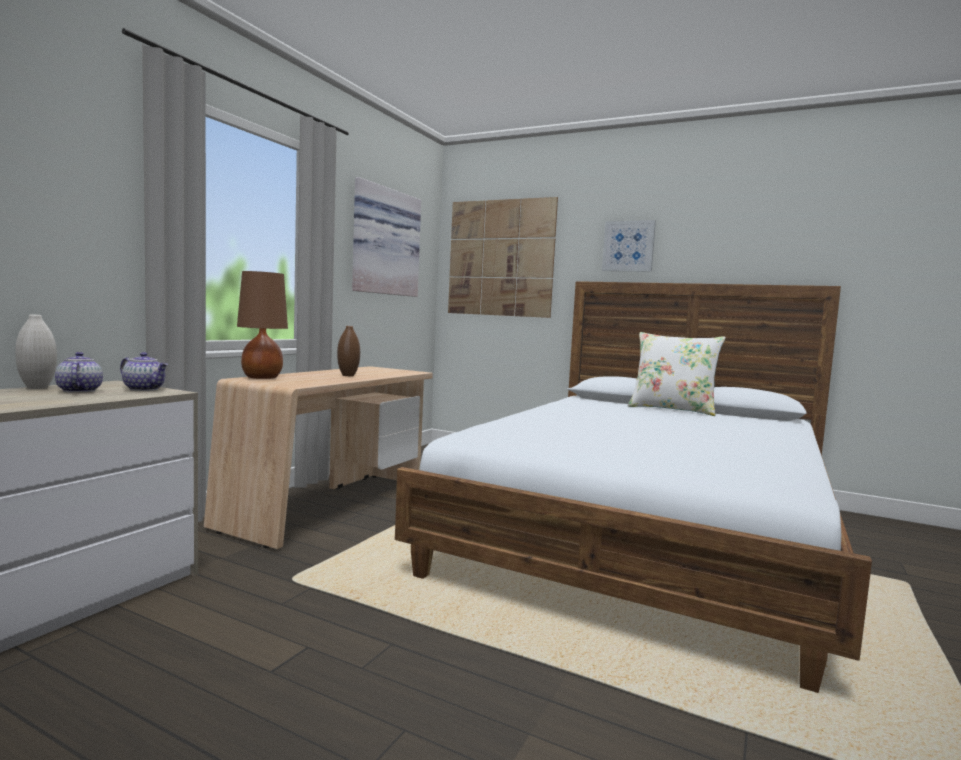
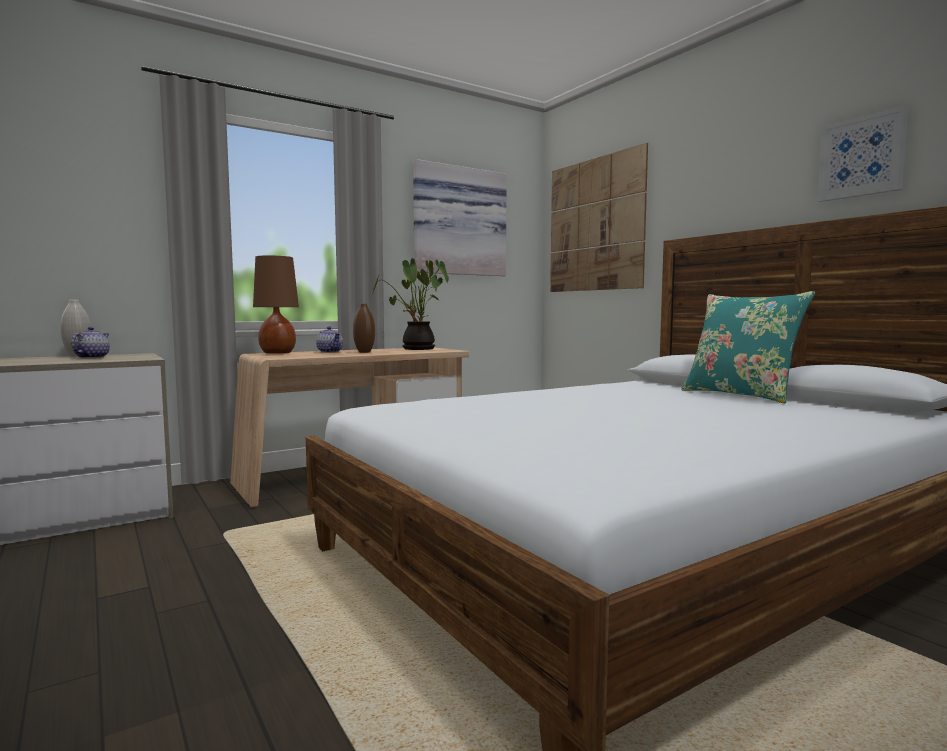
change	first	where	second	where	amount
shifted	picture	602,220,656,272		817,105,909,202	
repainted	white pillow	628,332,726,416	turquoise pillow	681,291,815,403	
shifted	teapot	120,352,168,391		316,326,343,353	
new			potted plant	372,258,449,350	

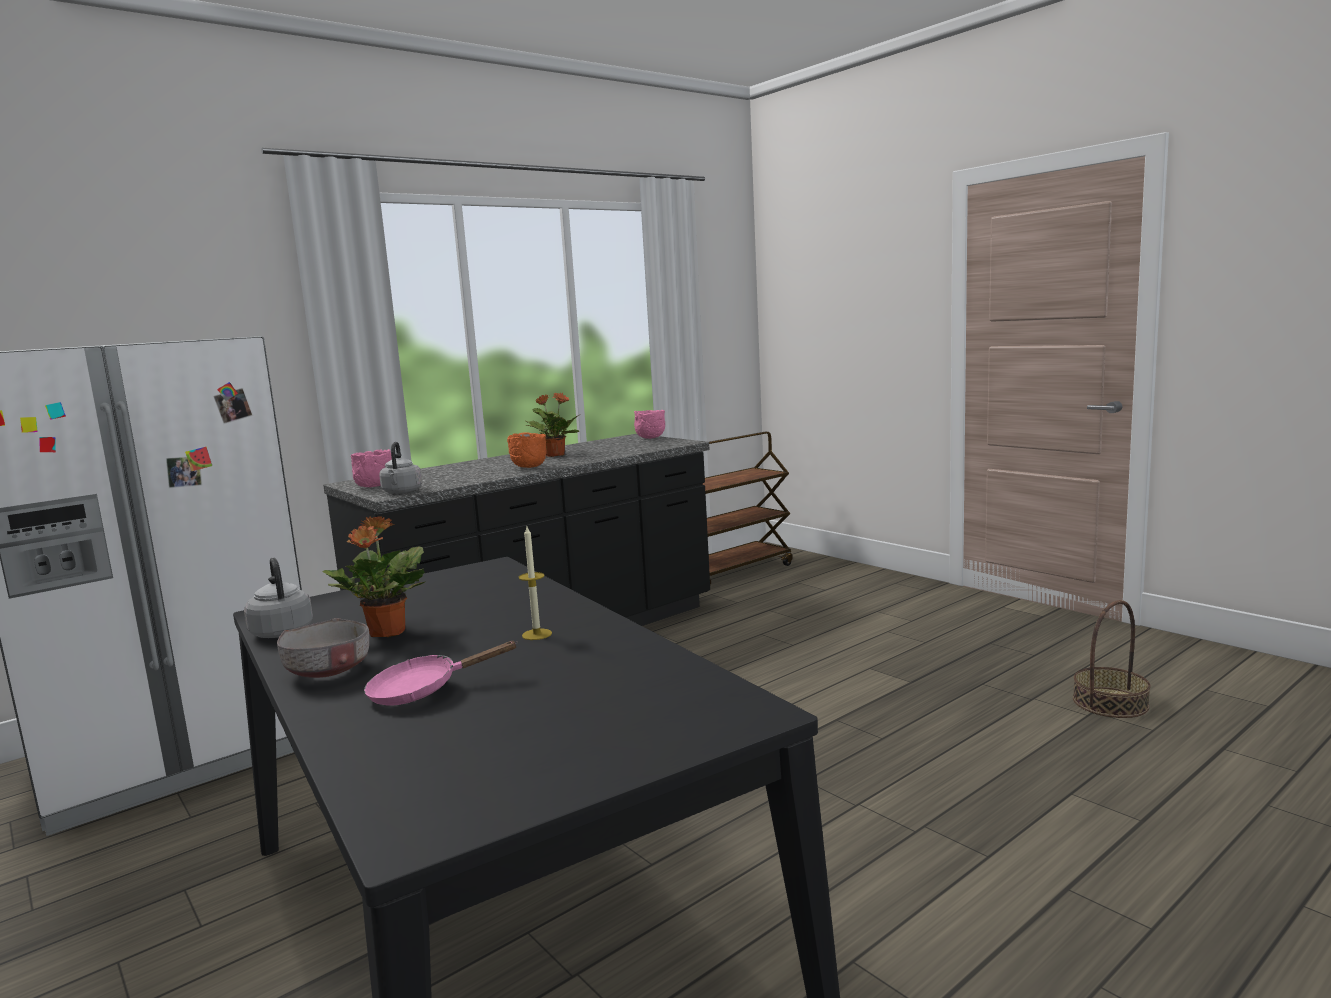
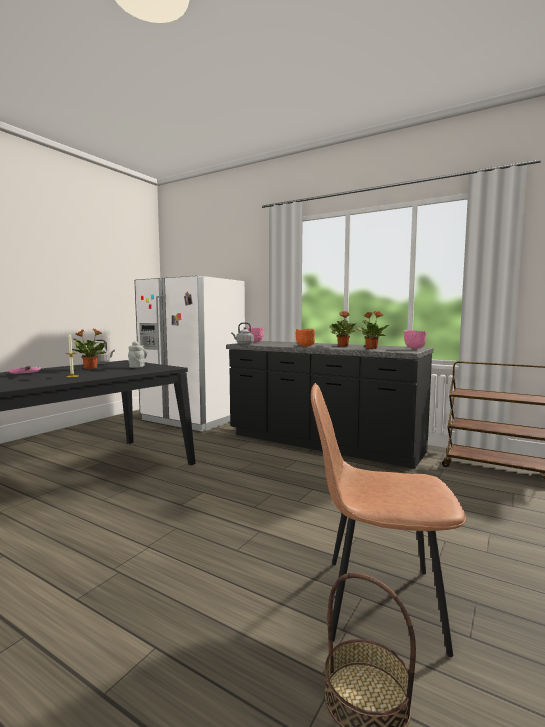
change	first	where	second	where	amount
gone	grey bowl	277,618,369,678			
new			potted plant	355,311,389,349	
new			grey teapot	128,341,147,368	
new			brown chair	311,383,466,657	

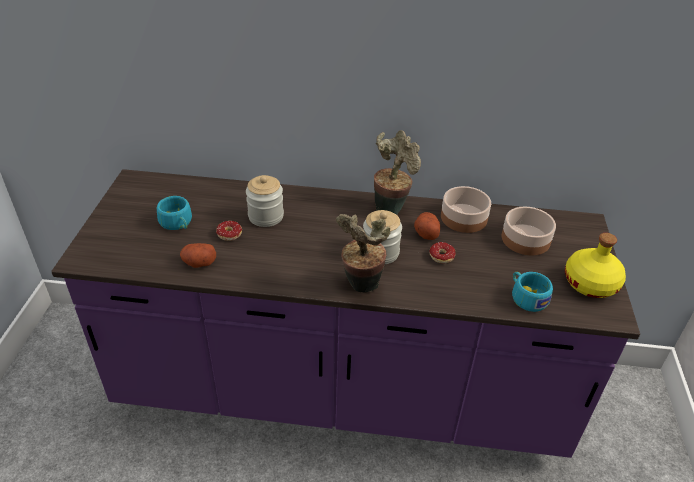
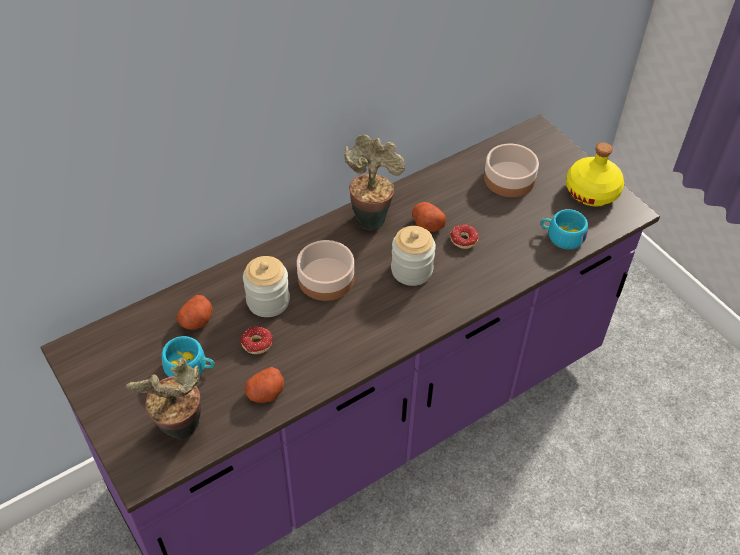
change	first	where	second	where	amount
shifted	bowl	441,186,491,233		297,240,354,301	
shifted	potted plant	336,214,391,293		126,358,201,439	
new			potato	177,295,213,330	

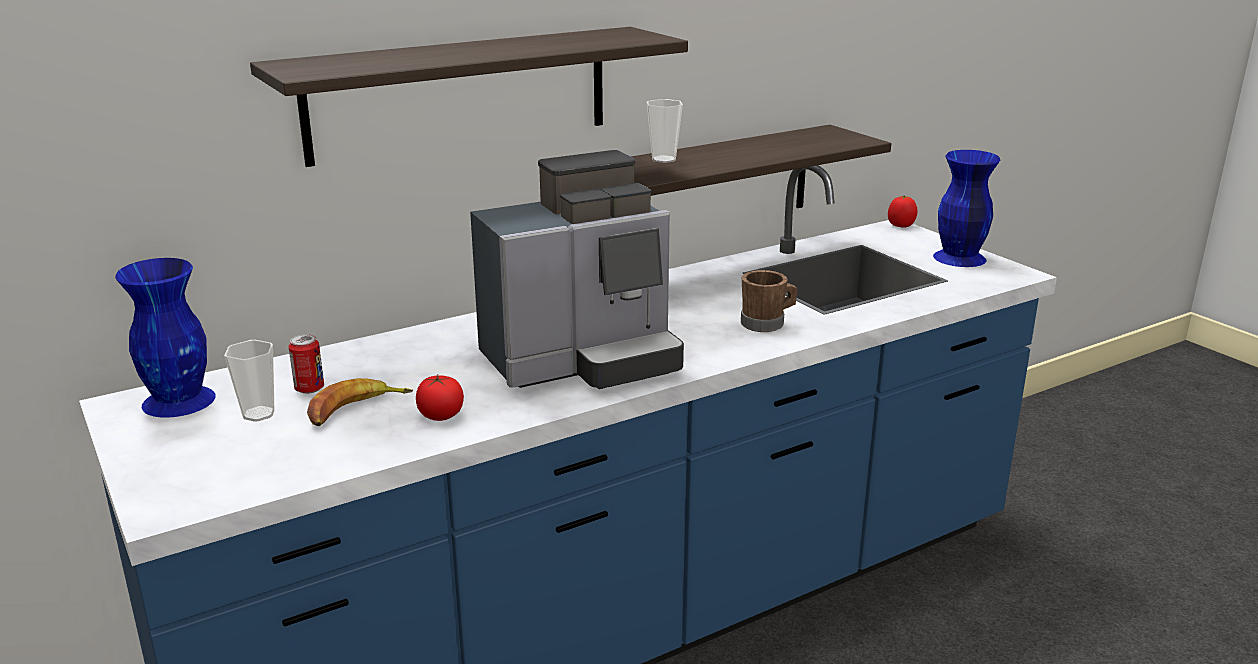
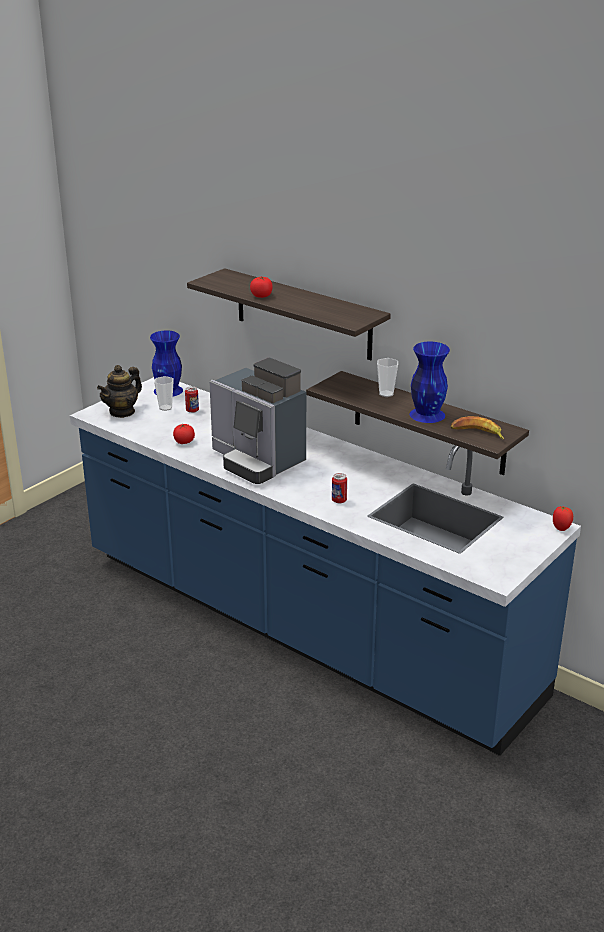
change	first	where	second	where	amount
shifted	blue vase	933,150,1000,267		410,342,450,423	
swapped	brown mug	741,270,798,332	can	332,473,347,503	
shifted	banana	307,378,413,426		451,416,504,440	
new			tomato	250,277,273,298	
new			teapot	97,365,142,418	

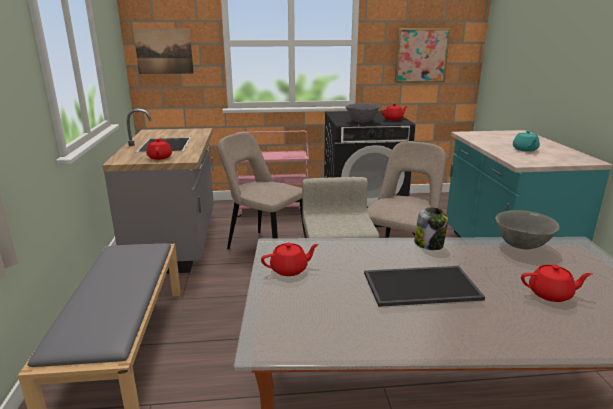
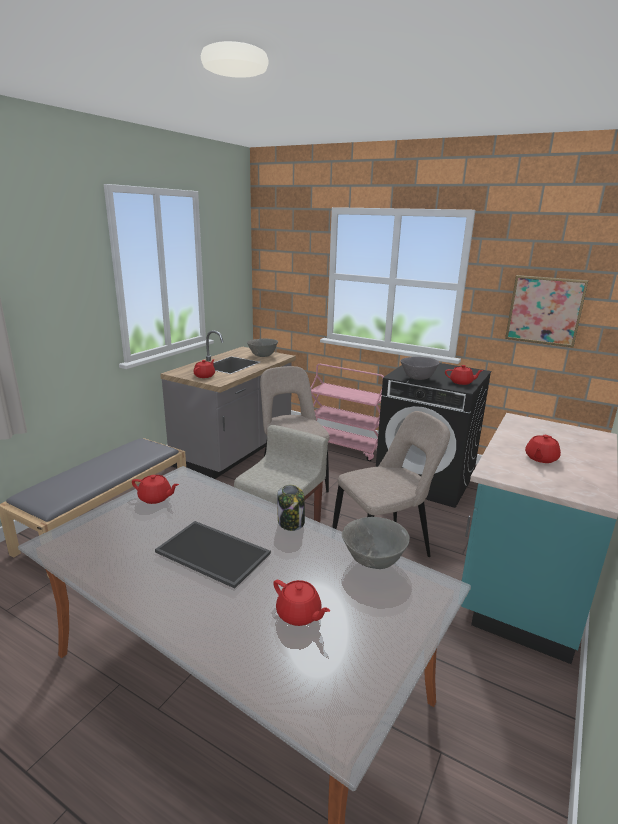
change	first	where	second	where	amount
gone	picture	133,28,194,74			
repainted	turquoise teapot	513,130,540,152	red teapot	525,435,561,463	
new			grey bowl	247,339,278,357	

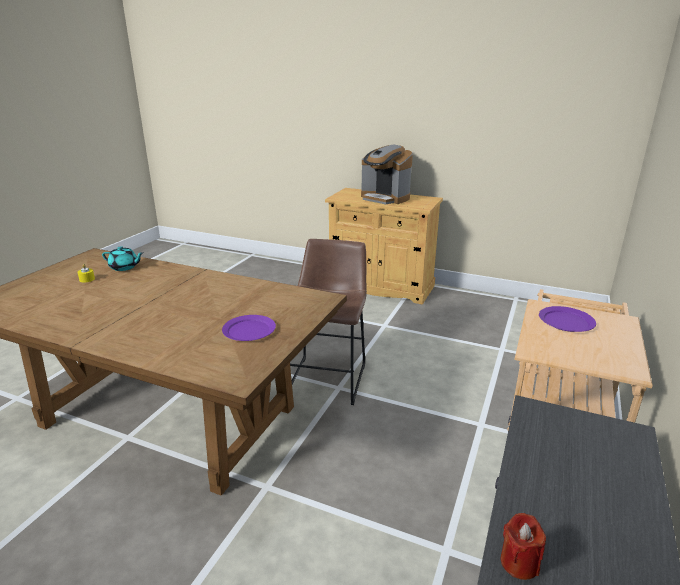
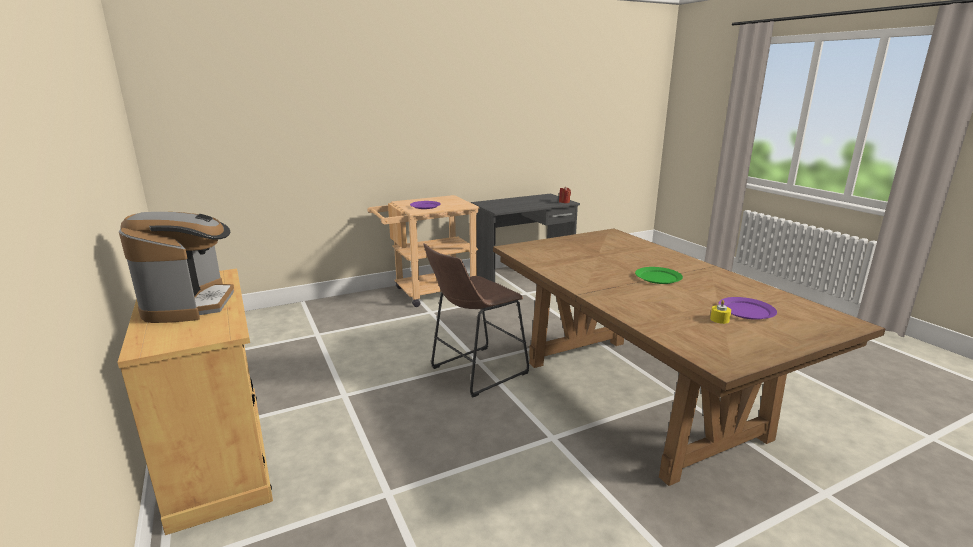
change	first	where	second	where	amount
gone	turquoise teapot	102,246,143,271			
shifted	purple plate	222,315,276,341		719,297,777,320	
new			green plate	635,267,683,284	

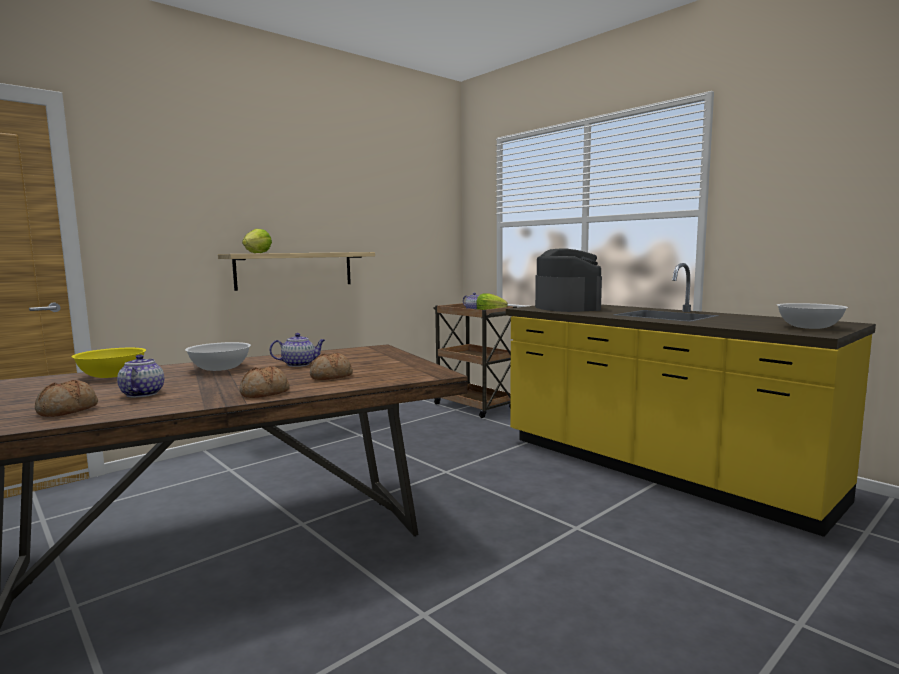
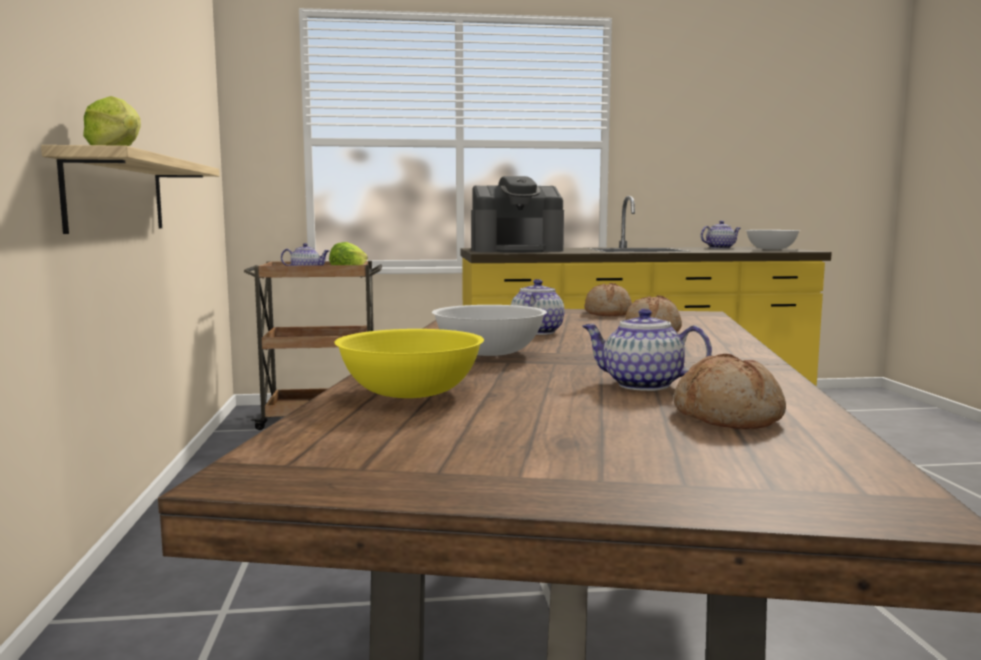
change	first	where	second	where	amount
rotated	coffee machine	535,248,602,312		471,176,564,253	150 degrees clockwise
shifted	bread	239,366,290,398		584,283,632,316	
new			teapot	700,221,741,249	

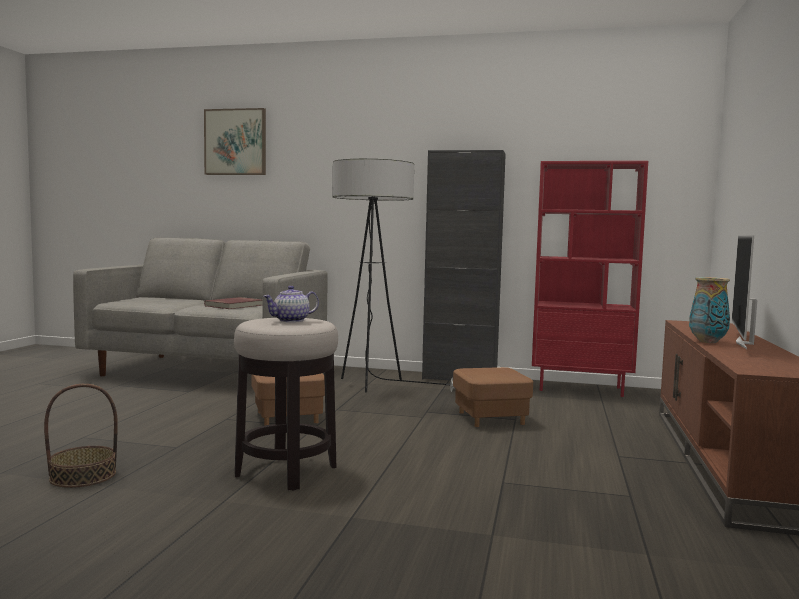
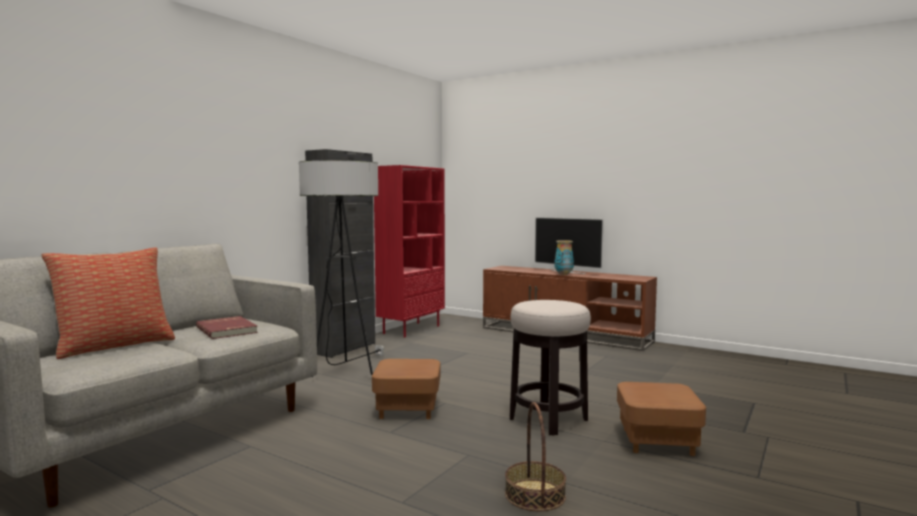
change	first	where	second	where	amount
gone	picture	204,108,266,175			
gone	teapot	263,286,319,322			
shifted	brown ottoman	453,367,533,427		617,382,706,456	
new			pillow	42,247,175,359	

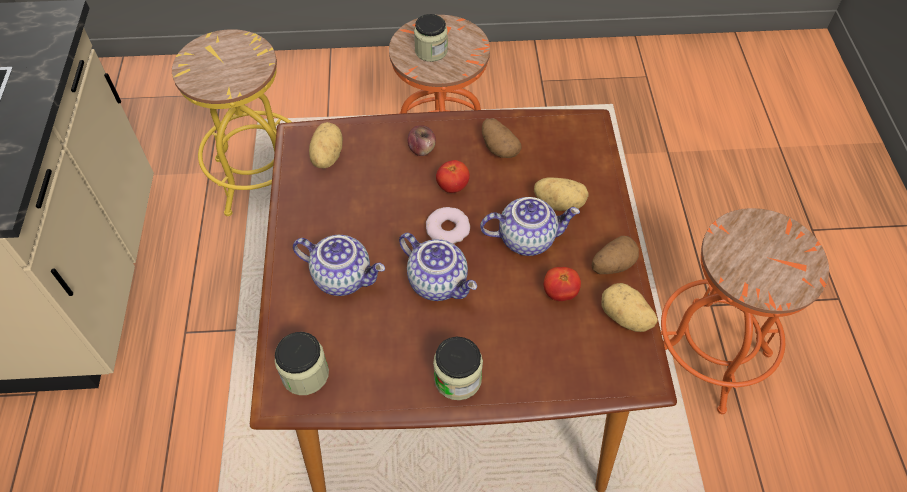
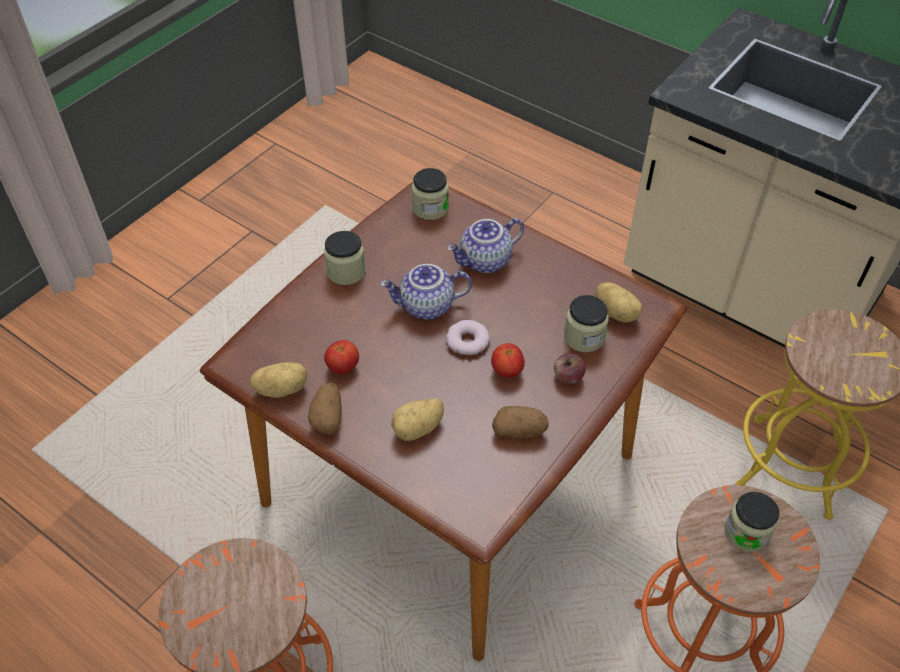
change	first	where	second	where	amount
gone	teapot	480,197,580,256			
new			jar	564,295,609,352	

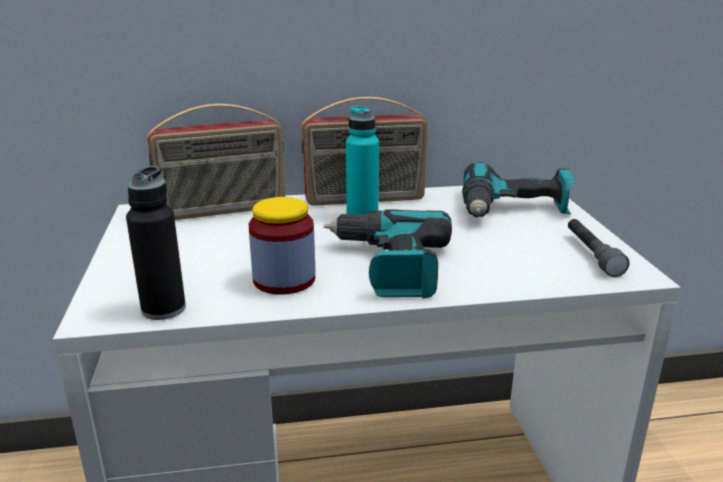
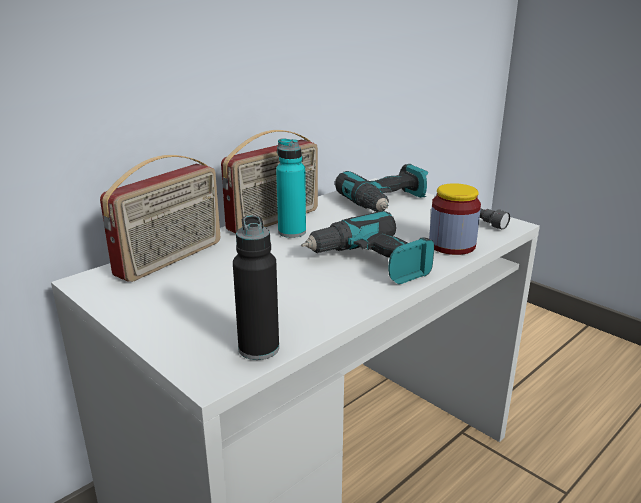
change	first	where	second	where	amount
shifted	jar	249,197,315,295		429,183,481,255	

